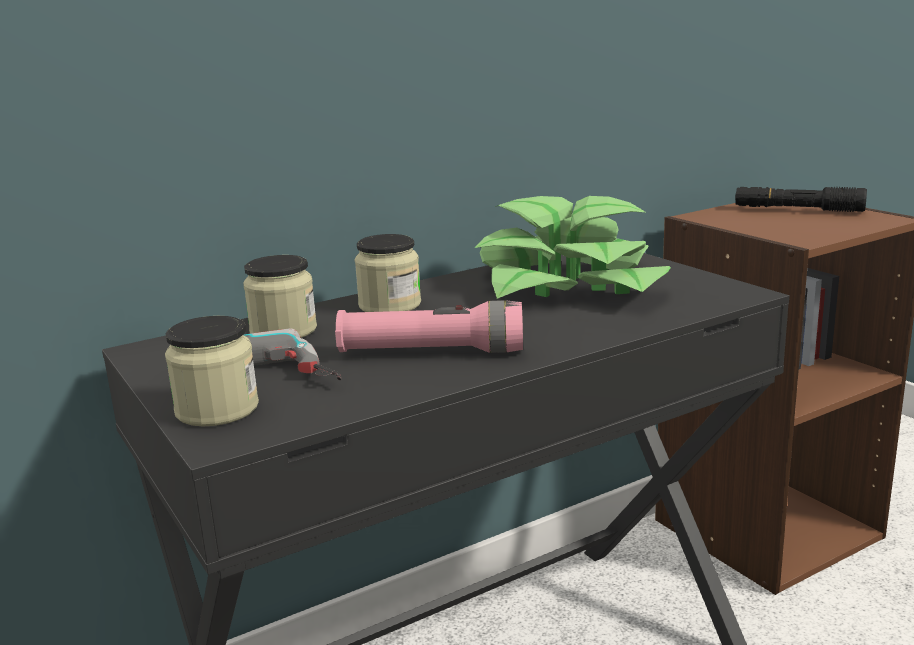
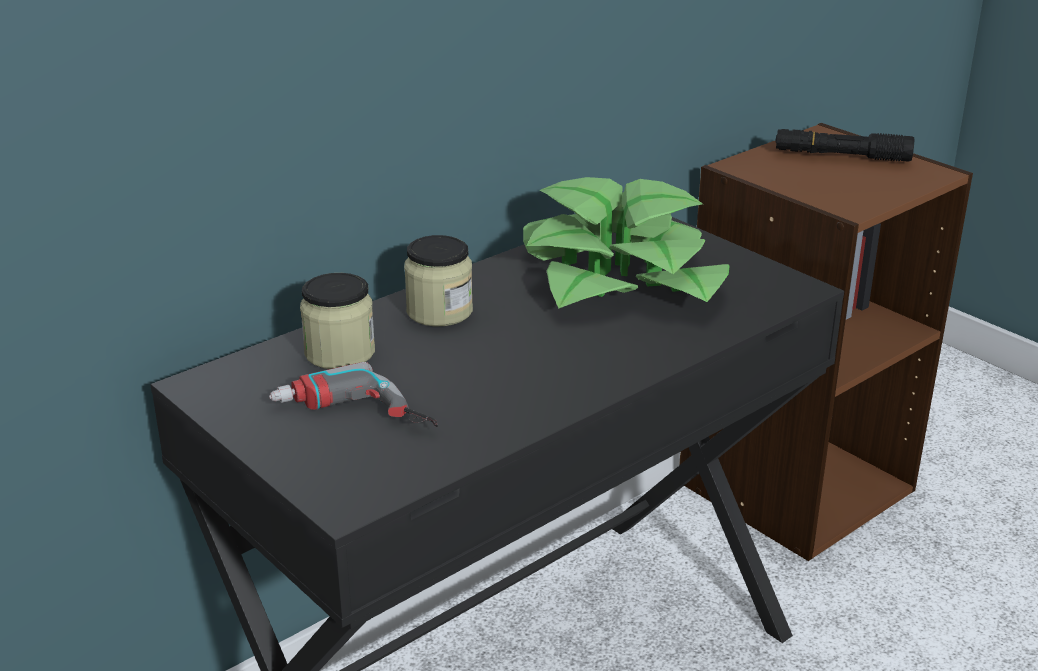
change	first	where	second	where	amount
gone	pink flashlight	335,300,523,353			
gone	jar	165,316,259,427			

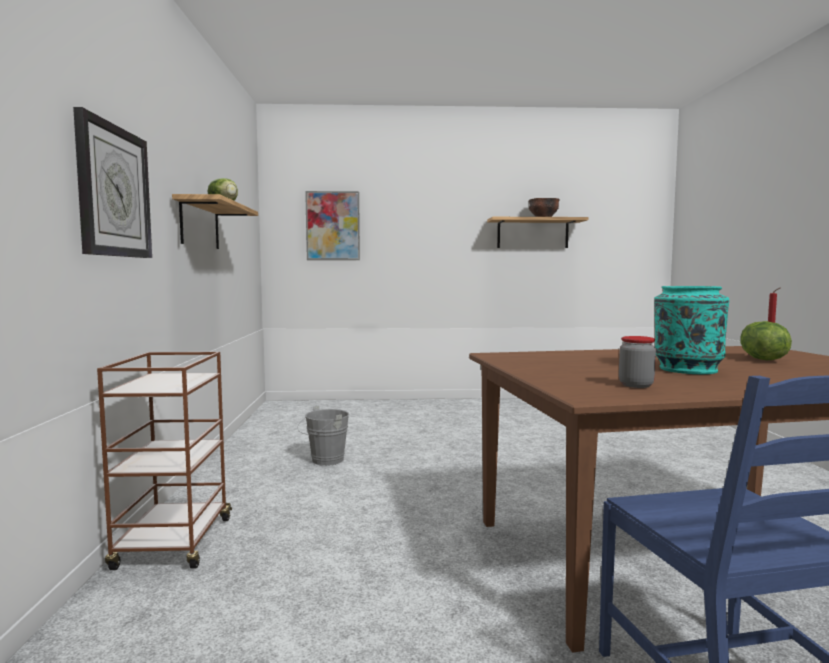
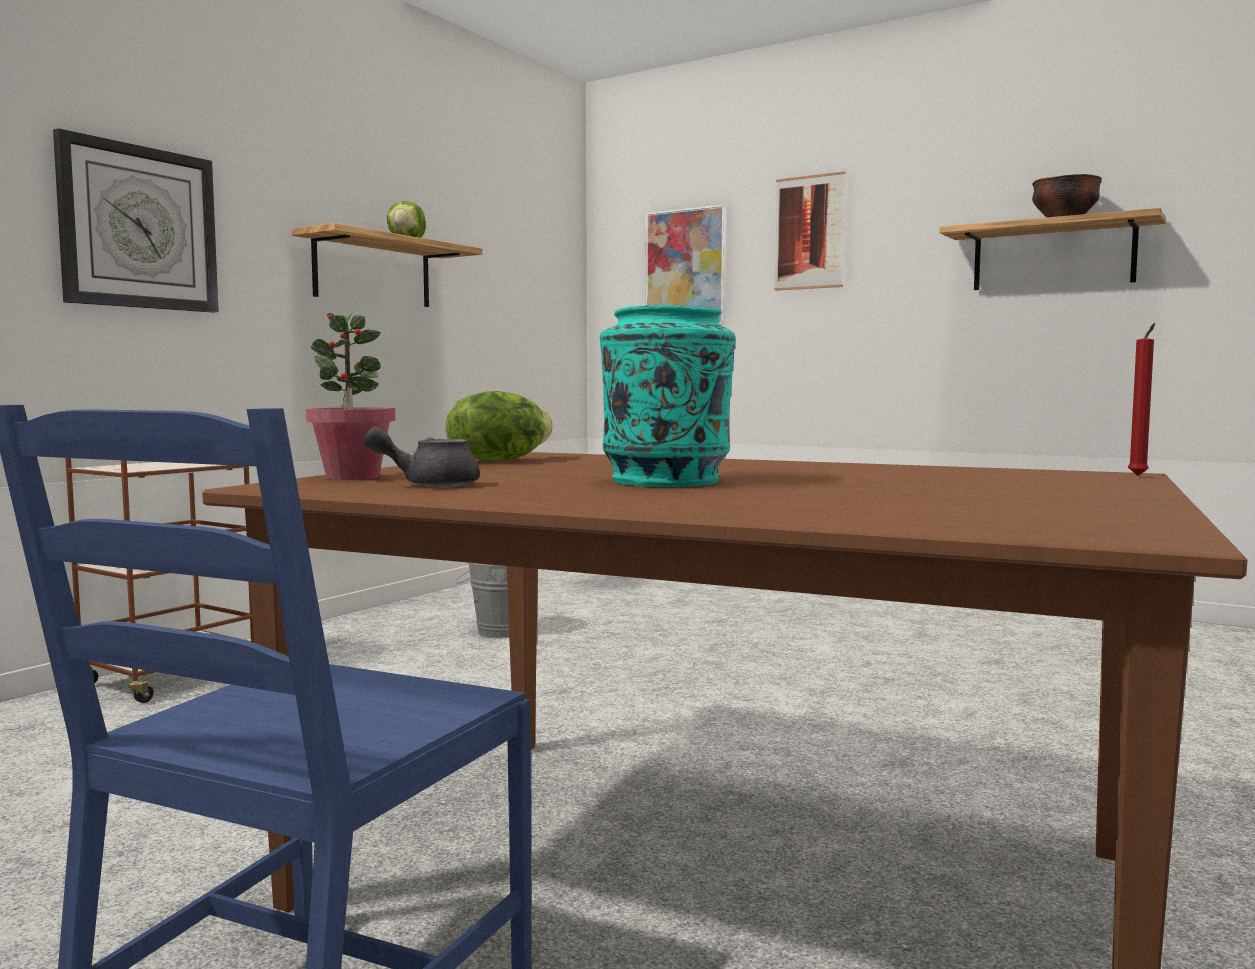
change	first	where	second	where	amount
shifted	lettuce	740,321,792,360		446,391,553,462	
swapped	jar	619,336,656,388	grey teapot	364,427,480,487	
new			picture	774,171,846,291	
new			potted plant	306,312,395,480	

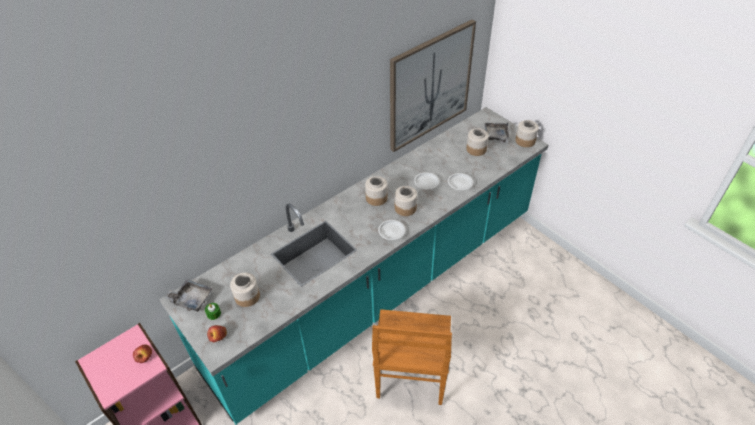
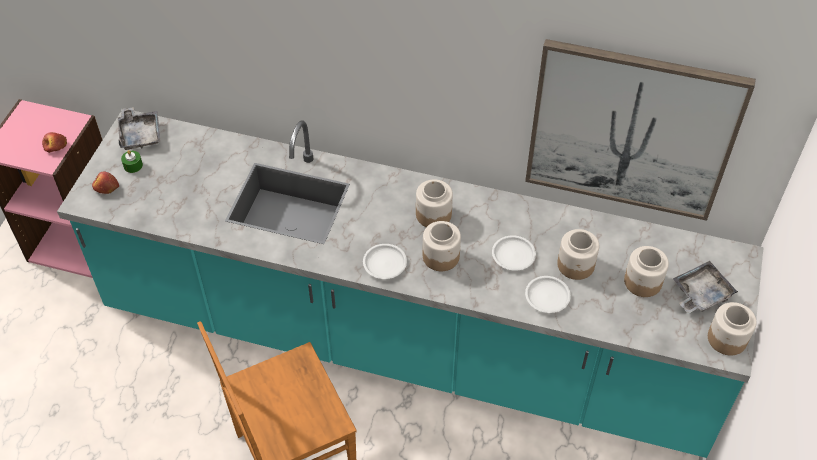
change	first	where	second	where	amount
shifted	jar	230,273,260,307		557,229,599,280	

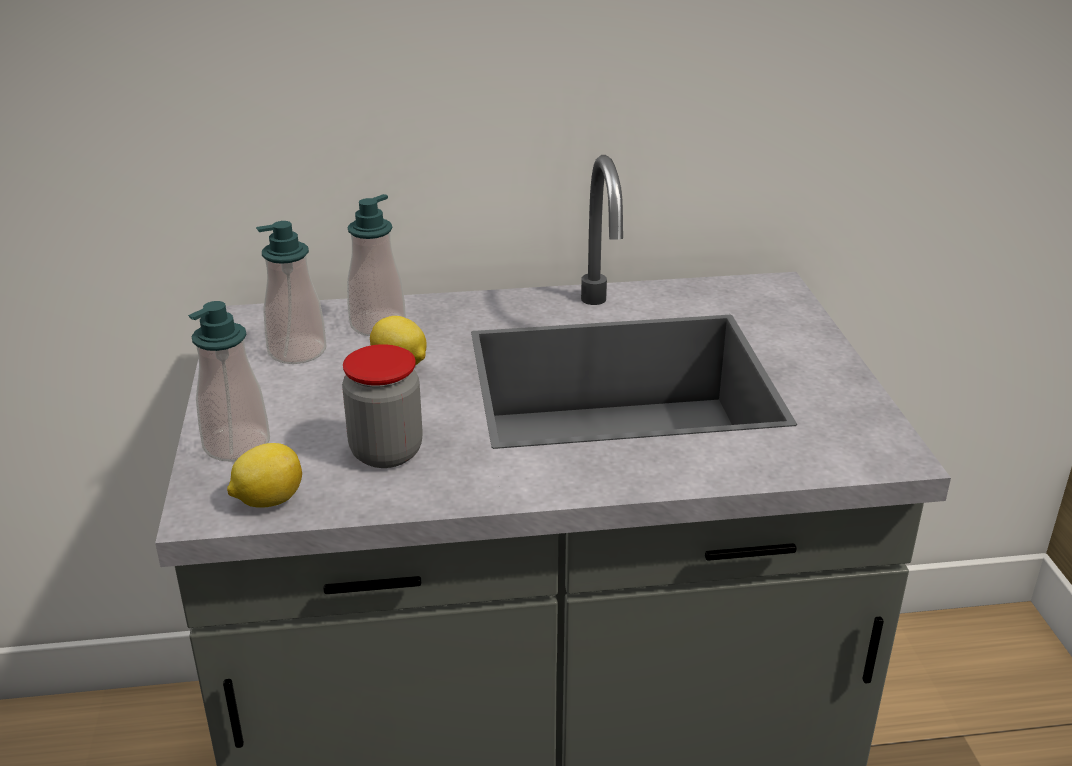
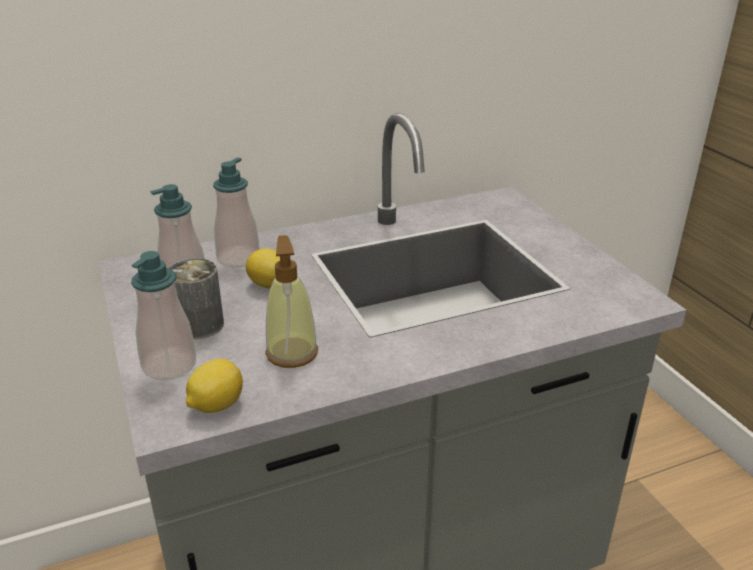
change	first	where	second	where	amount
swapped	jar	342,344,423,468	soap dispenser	265,235,318,368	
new			can	168,258,224,339	

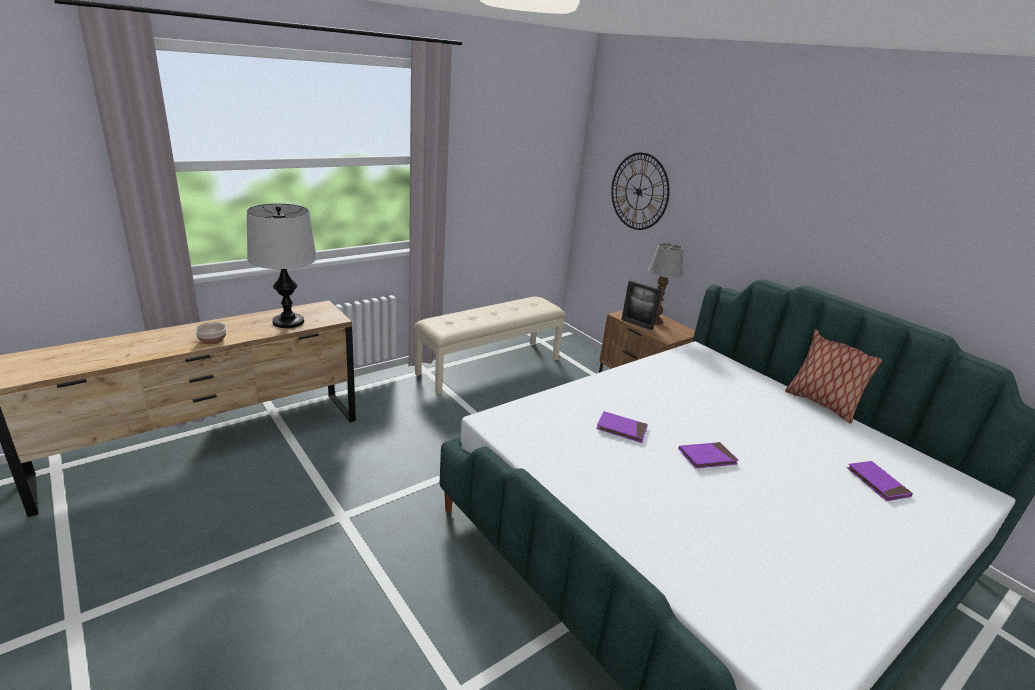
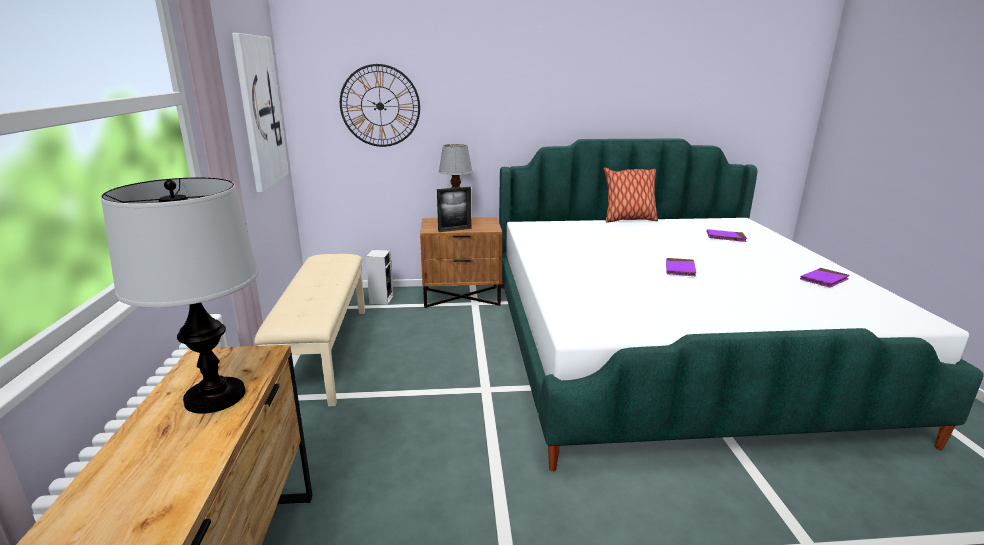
change	first	where	second	where	amount
gone	bowl	195,322,226,345			
shifted	purple book	596,411,648,443		800,268,850,288	
new			picture	232,33,289,193	
new			speaker	365,250,393,305	

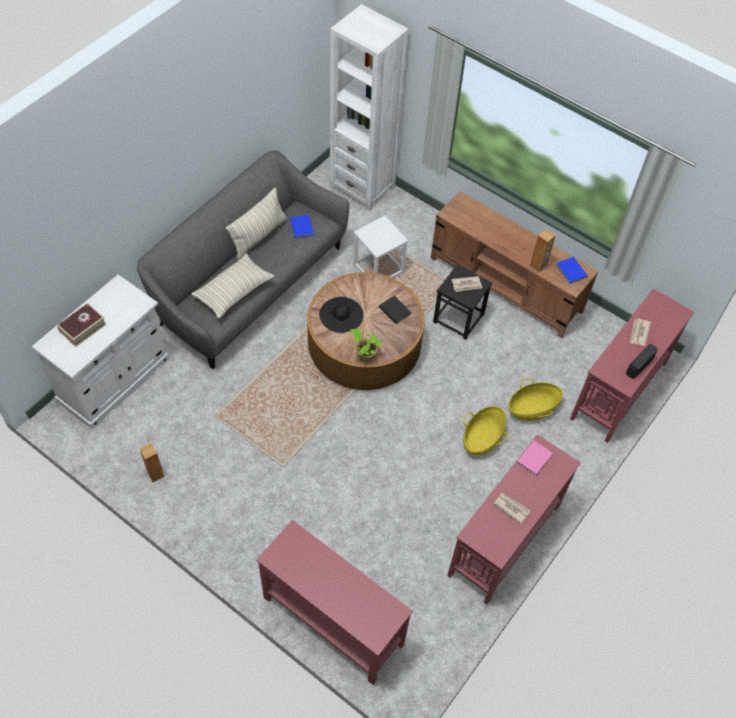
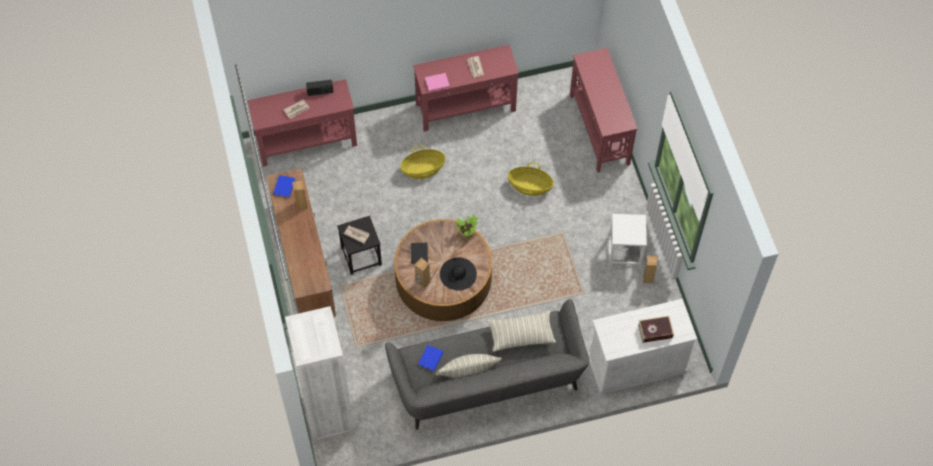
change	first	where	second	where	amount
shifted	white stool	353,216,408,278		609,214,647,266	
shifted	basket	508,378,563,421		508,162,554,196	
new			brown speaker	414,258,430,289	

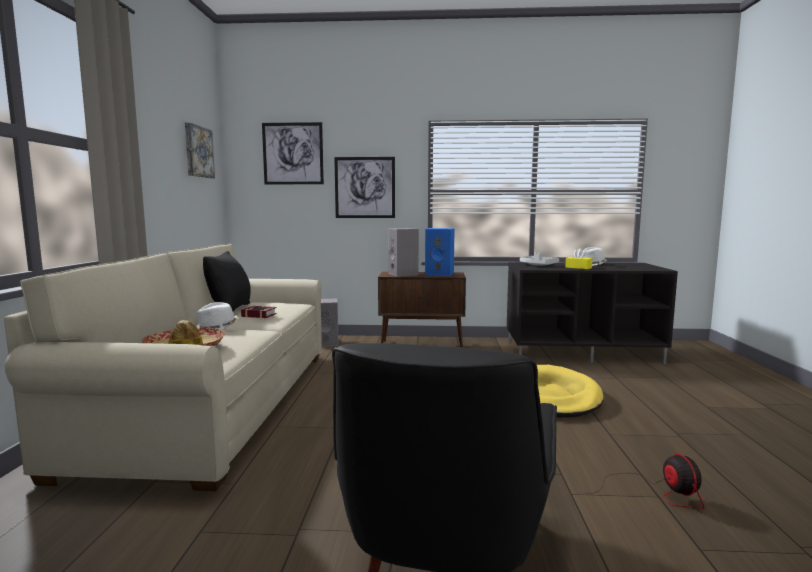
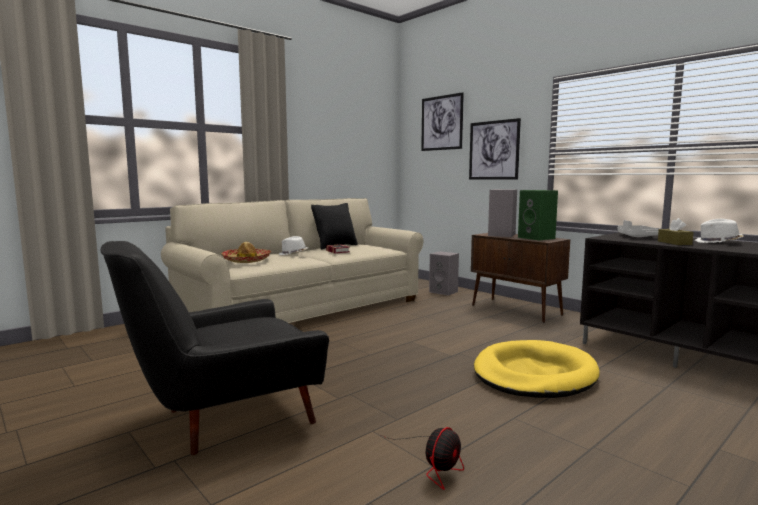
change	first	where	second	where	amount
gone	picture	185,122,215,179			
repainted	blue speaker	425,228,455,276	green speaker	518,190,558,240	
repainted	yellow tissue box	565,248,592,269	brown tissue box	658,218,694,245	

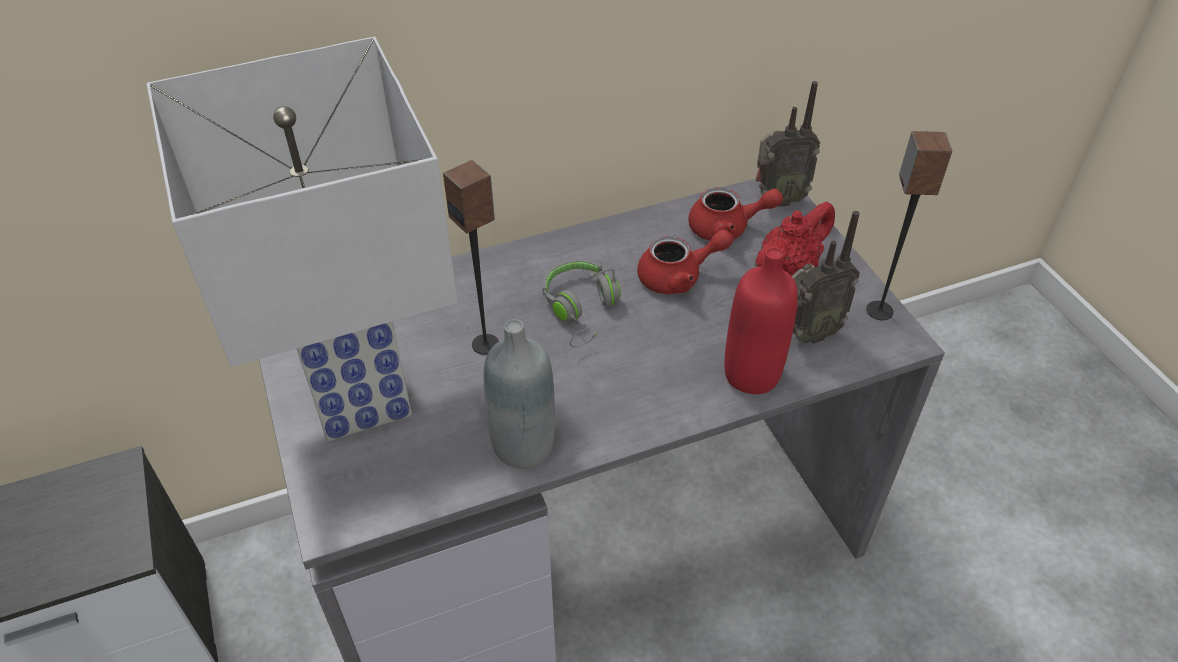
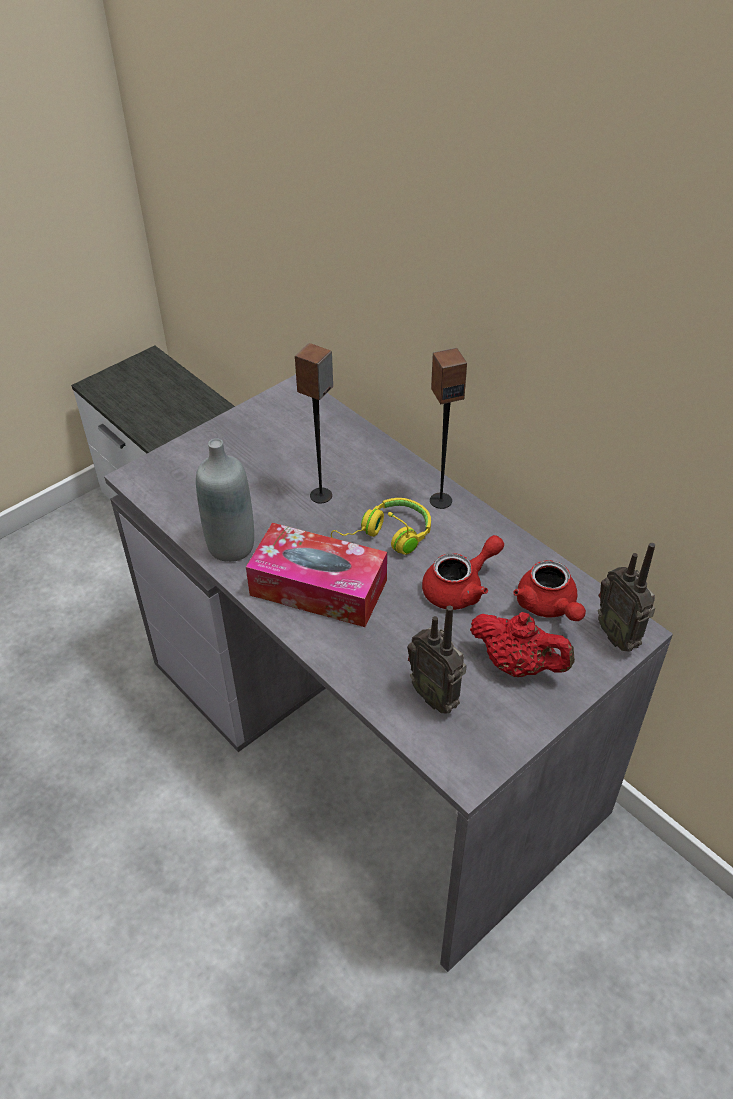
change	first	where	second	where	amount
gone	white table lamp	146,37,458,441			
shifted	speaker	866,131,952,320		430,348,467,509	
rotated	red teapot	637,230,733,294		422,535,504,610	90 degrees counterclockwise
gone	red bottle	724,247,798,394			
repainted	grey headphones	542,259,621,347	yellow headphones	331,498,431,555	
new			tissue box	246,523,387,627	

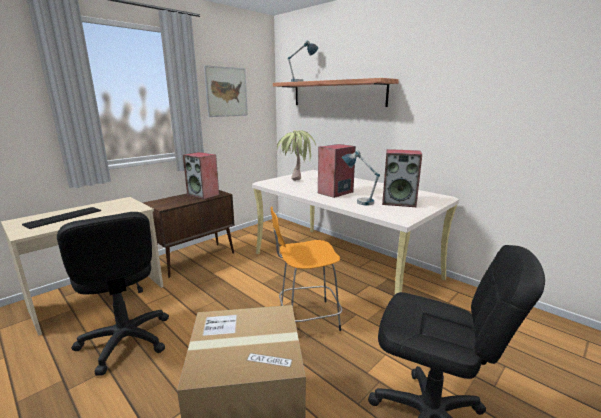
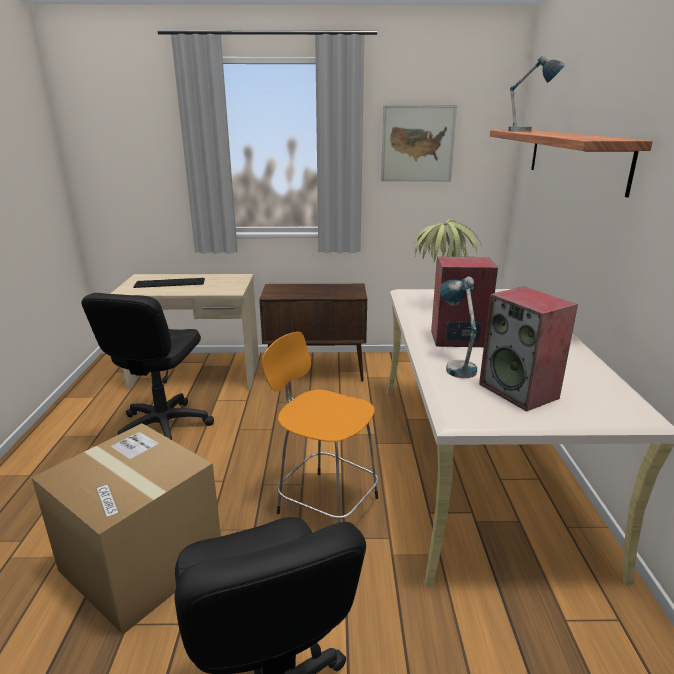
change	first	where	second	where	amount
gone	speaker	183,152,219,199			

